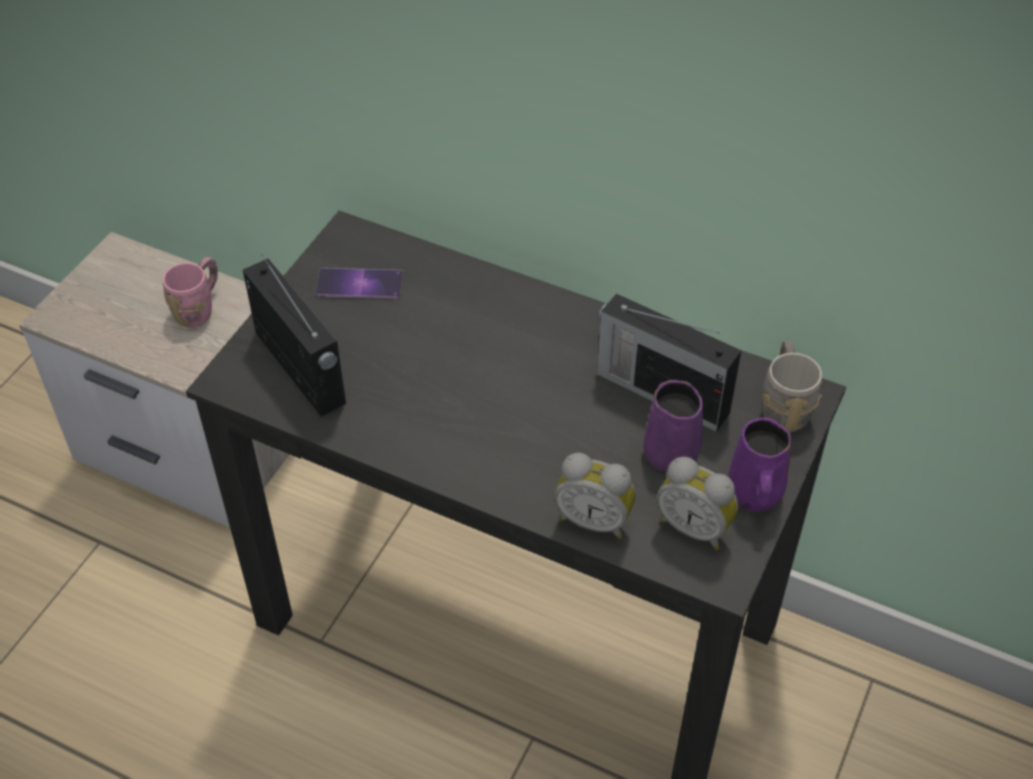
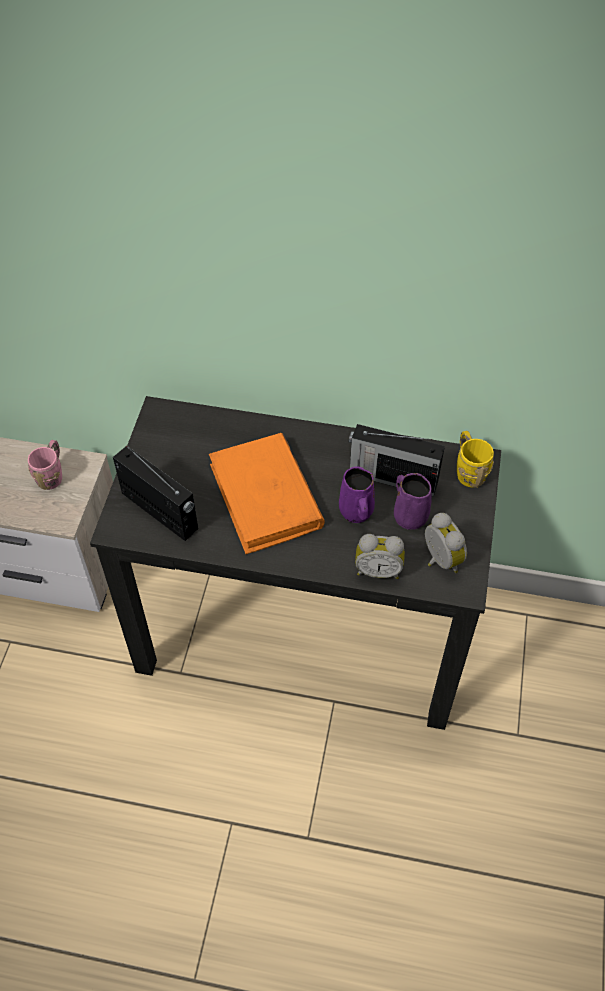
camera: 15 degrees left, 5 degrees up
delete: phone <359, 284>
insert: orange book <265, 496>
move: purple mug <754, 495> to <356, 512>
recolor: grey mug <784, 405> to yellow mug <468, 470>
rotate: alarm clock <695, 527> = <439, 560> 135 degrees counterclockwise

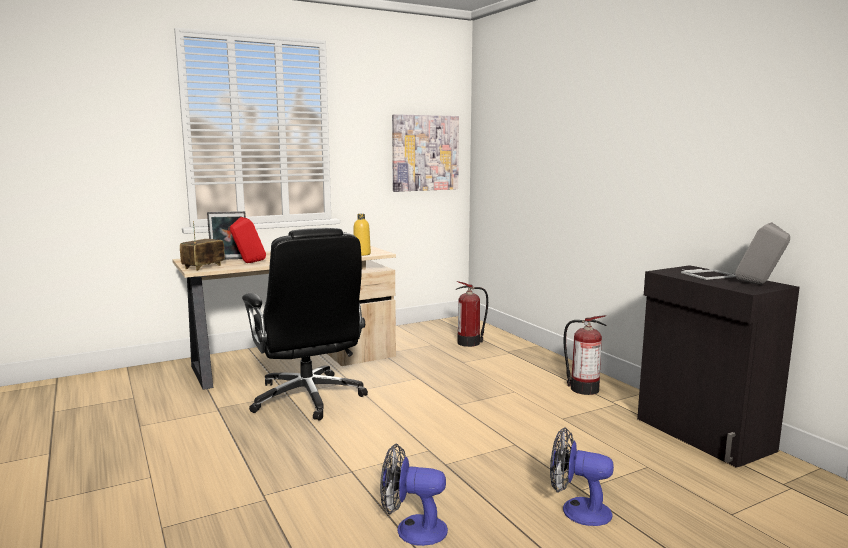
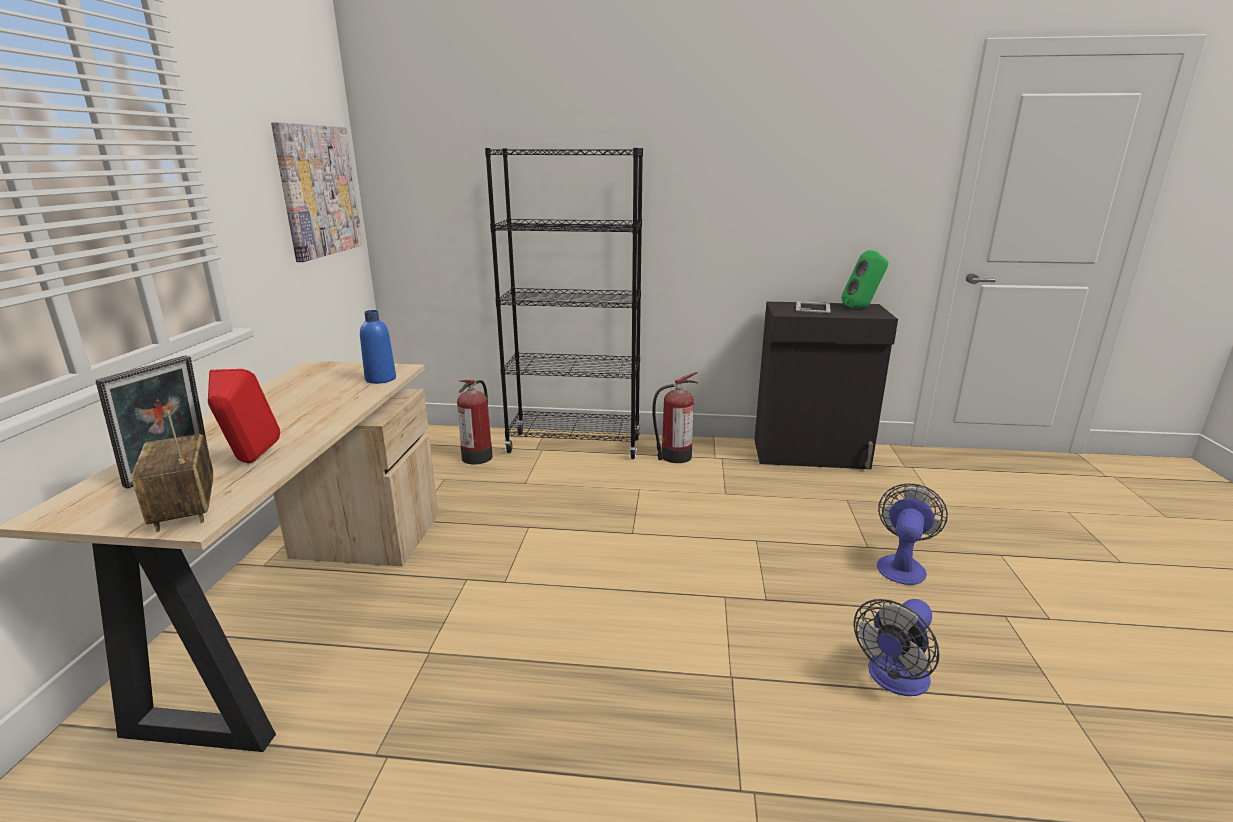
camera: 55 degrees left, 10 degrees up
delete: black office chair <308, 398>
insert: black bookcase <574, 446>
recolor: yellow bottle <362, 254> to blue bottle <380, 379>; grey speaker <759, 284> to green speaker <862, 308>
rotate: fan <577, 510> = <901, 565> 150 degrees clockwise

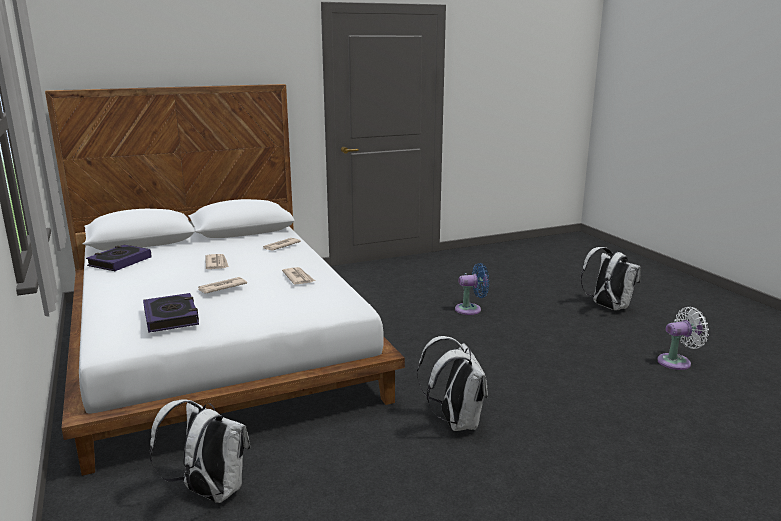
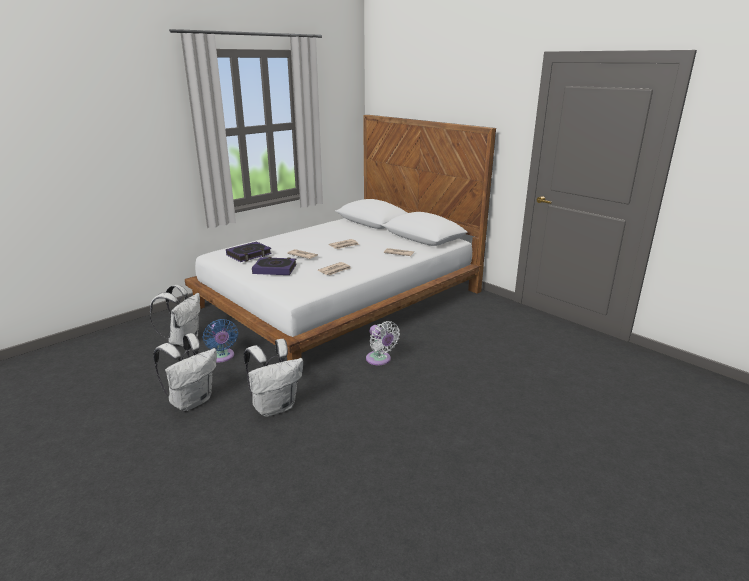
camera: 70 degrees right, 5 degrees up
move: white backpack <607, 307> to <192, 401>; blue fan <471, 309> to <222, 357>; book <119, 262> to <275, 269>; white fan <677, 361> to <380, 360>

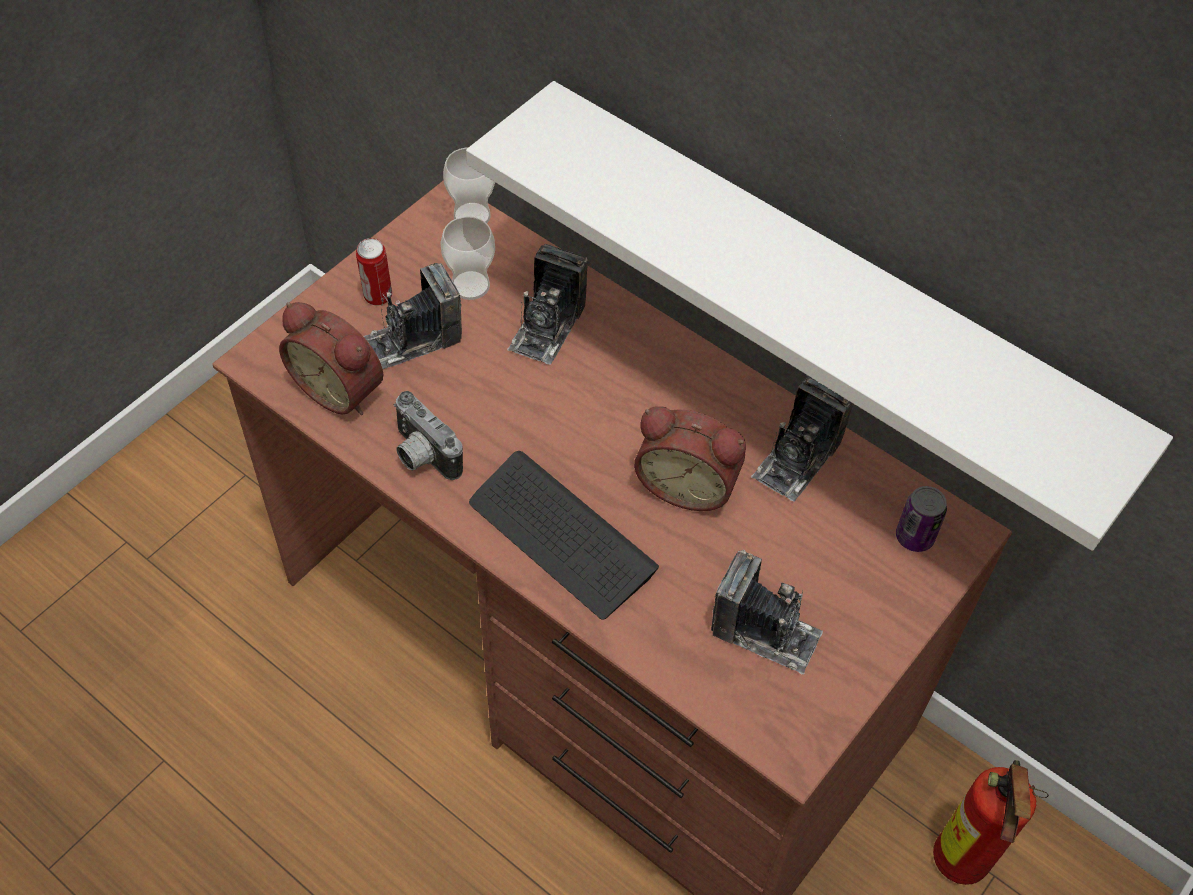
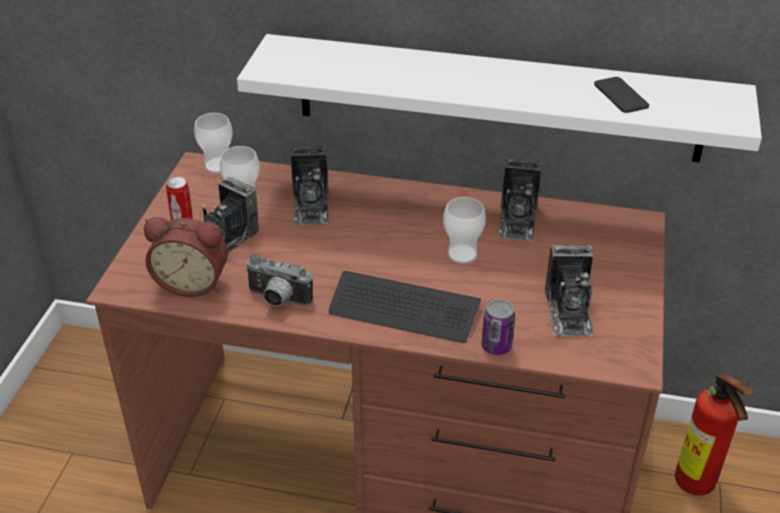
camera: 25 degrees left, 15 degrees down
insert: phone <621, 95>
move: can <914, 537> to <496, 346>
replace: alarm clock <688, 483> to cup <462, 254>
rotate: photo camera <765, 632> = <568, 311> 90 degrees clockwise

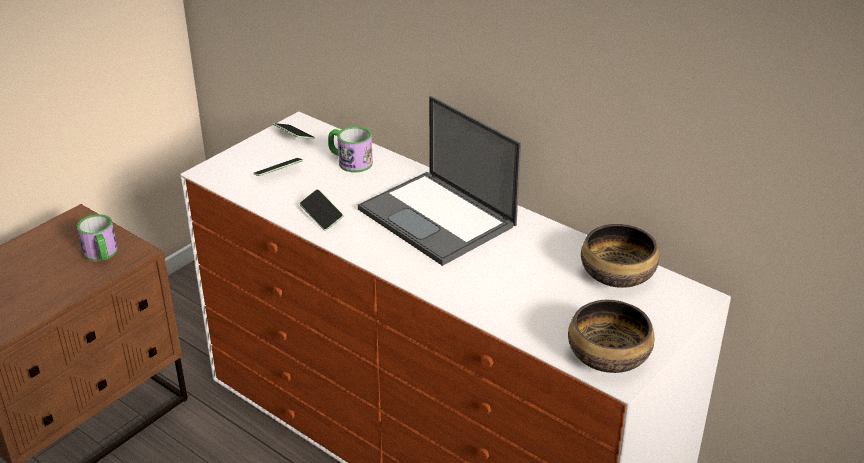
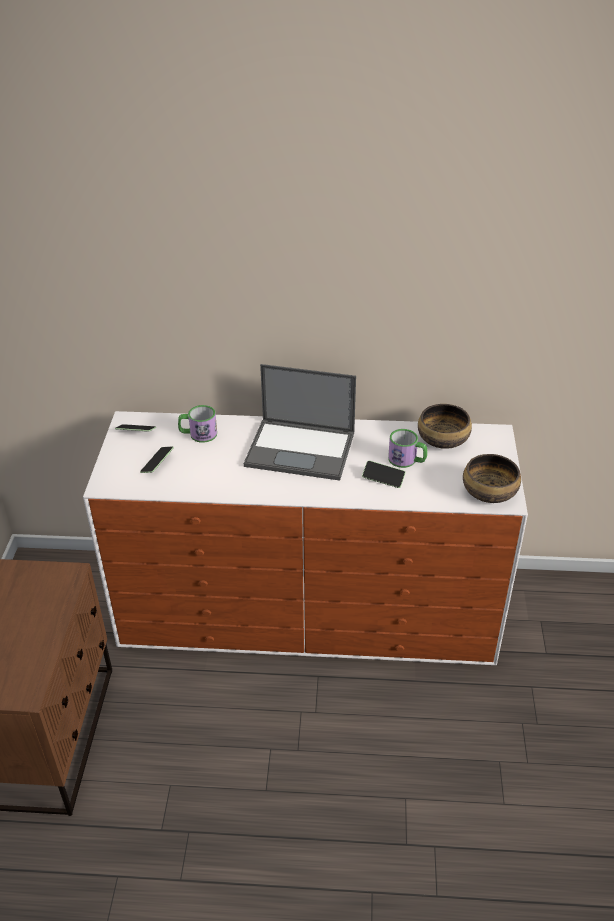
camera: 35 degrees left, 5 degrees up
move: phone <321, 216> to <383, 478>; mug <101, 254> to <407, 460>

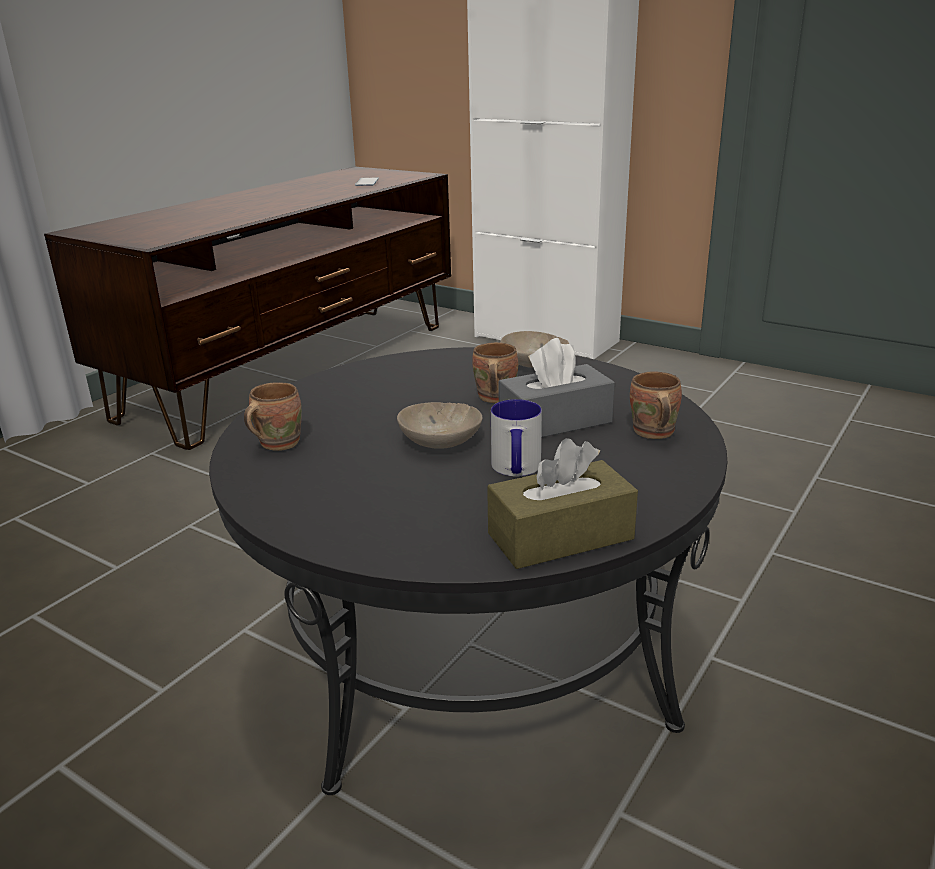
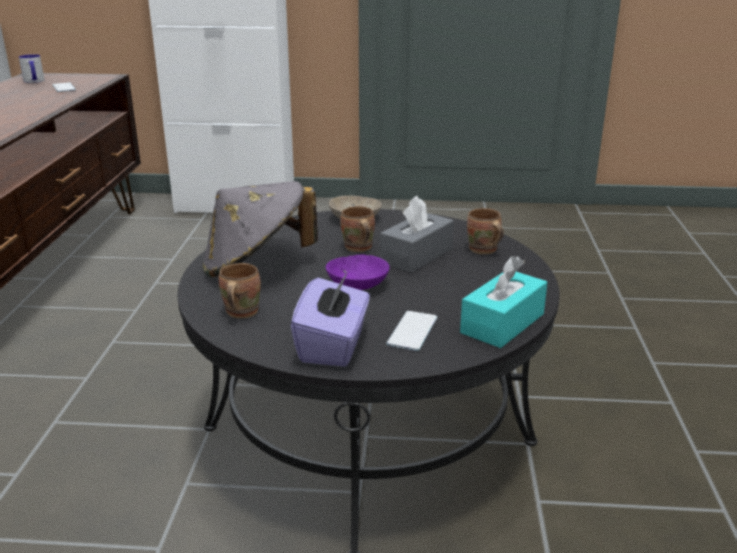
camera: 30 degrees left, 0 degrees up
insert: grey hat <256, 265>; purple tissue box <333, 346>; phone <412, 331>
move: mug <516, 469> to <34, 81>
recolor: beige bowl <439, 442> to purple bowl <357, 285>; brown tissue box <560, 536> to turquoise tissue box <502, 323>

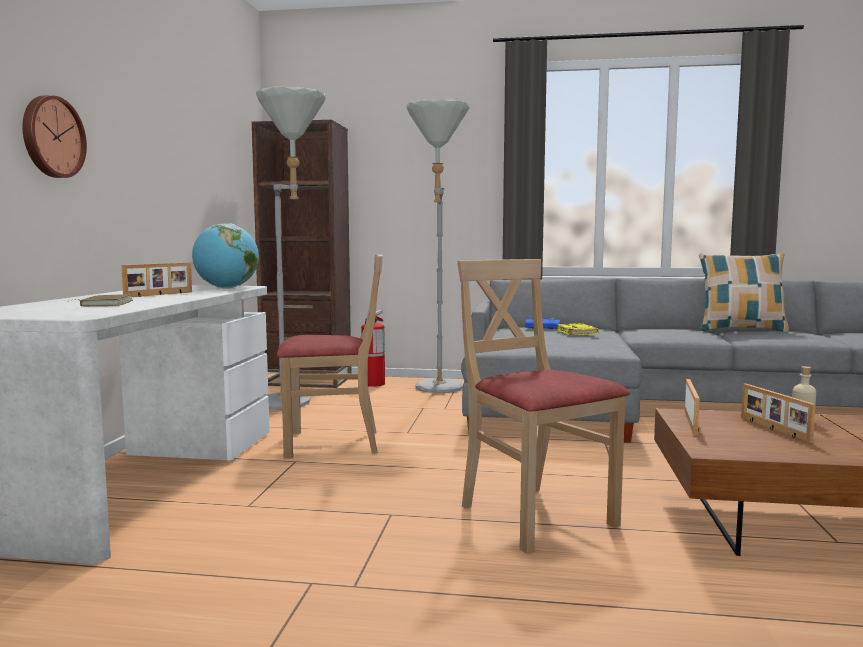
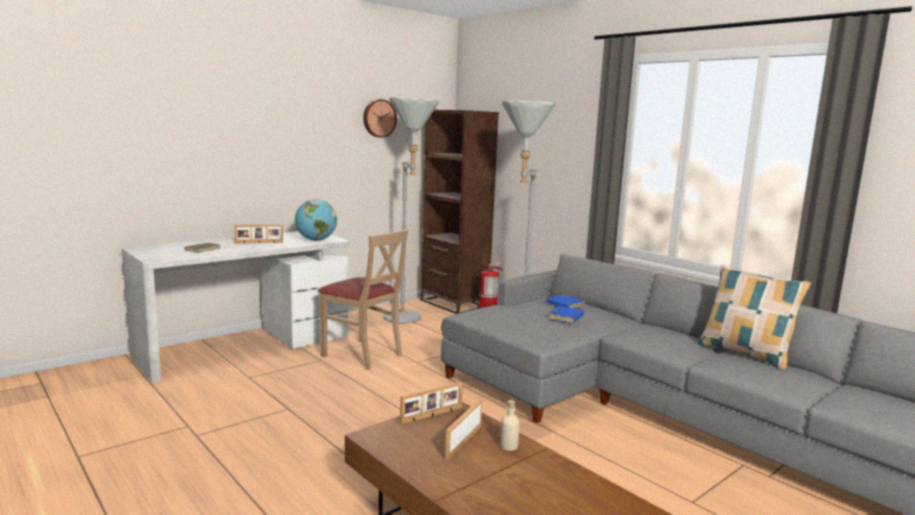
camera: 40 degrees right, 5 degrees up
delete: beige chair <535, 516>
move: wall clock <51, 137> to <379, 118>
recolor: yellow book <577, 333> to blue book <566, 318>

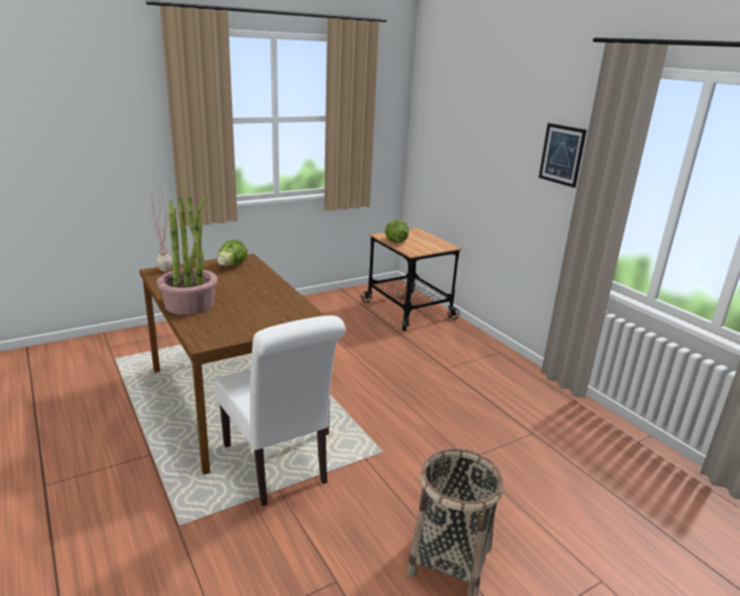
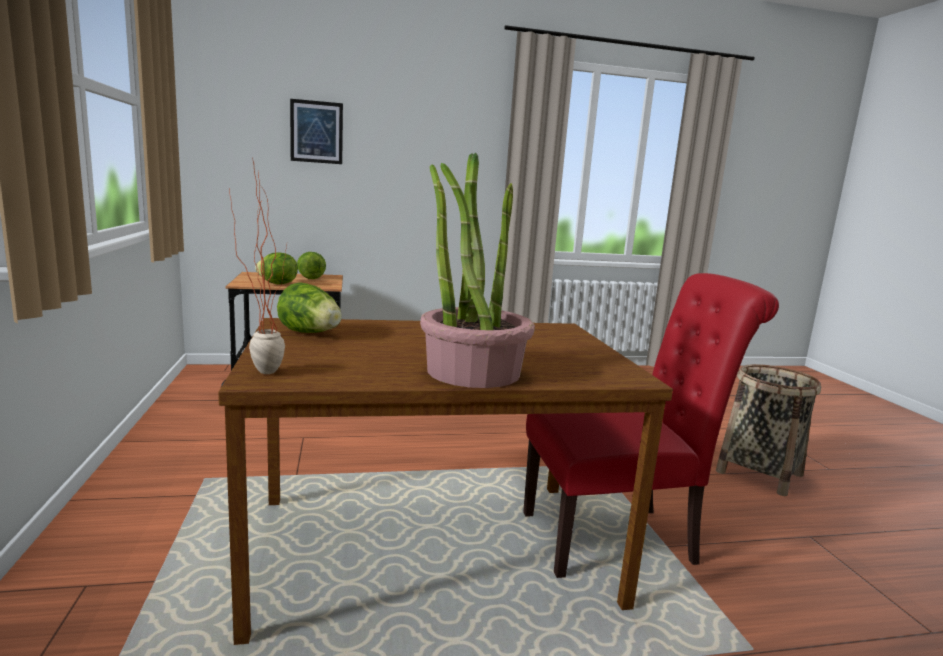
camera: 70 degrees left, 10 degrees down
insert: lettuce <310, 277>
move: picture <561, 154> to <316, 132>
recolor: white chair <278, 467> to red chair <618, 538>

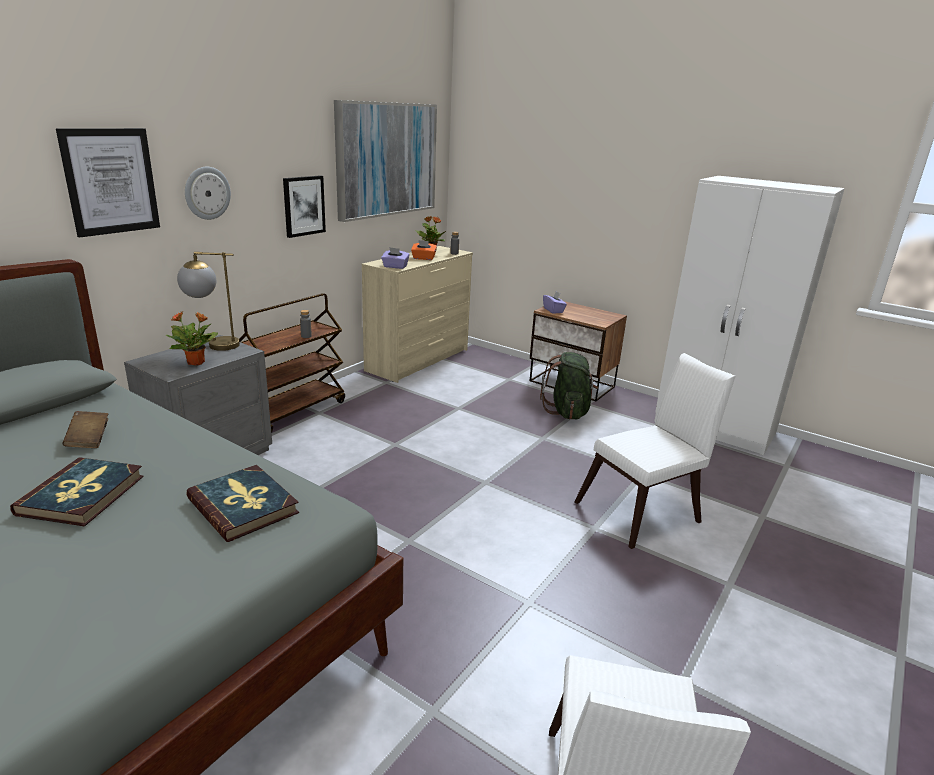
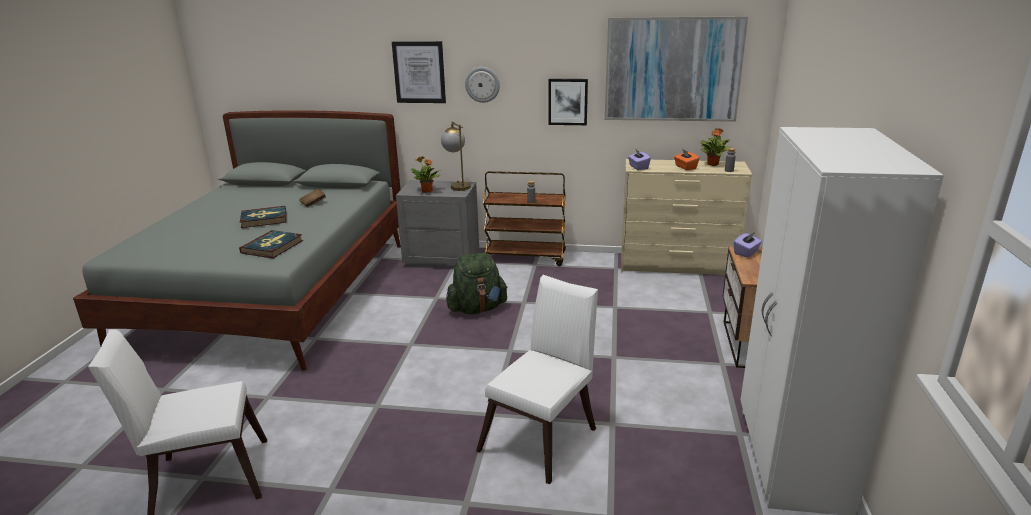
camera: 65 degrees right, 0 degrees up
move: green backpack <567, 411> to <477, 309>
rotate: white chair <644, 511> = <543, 436> 90 degrees counterclockwise

